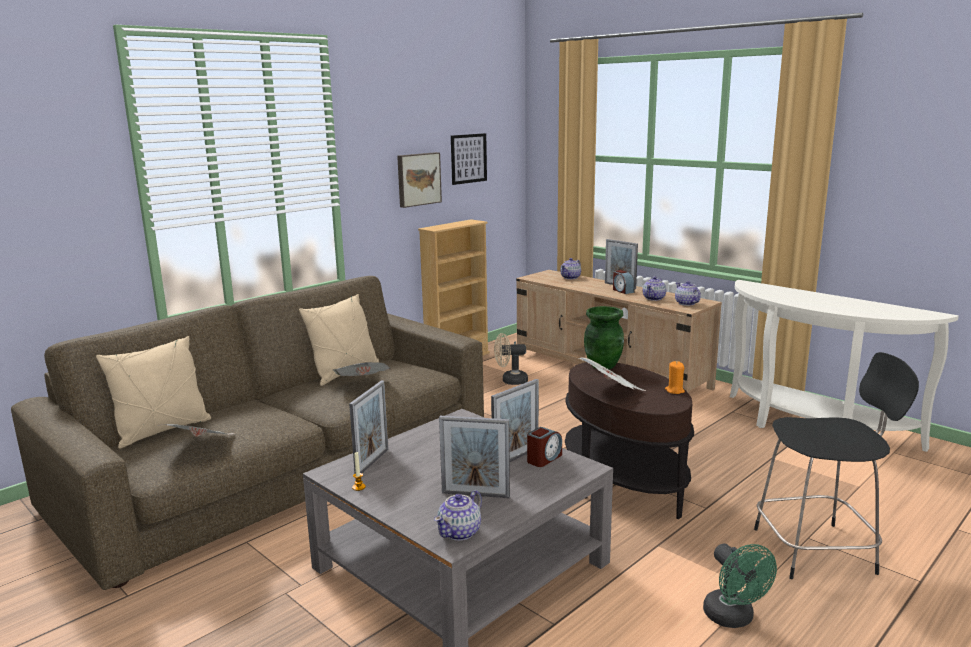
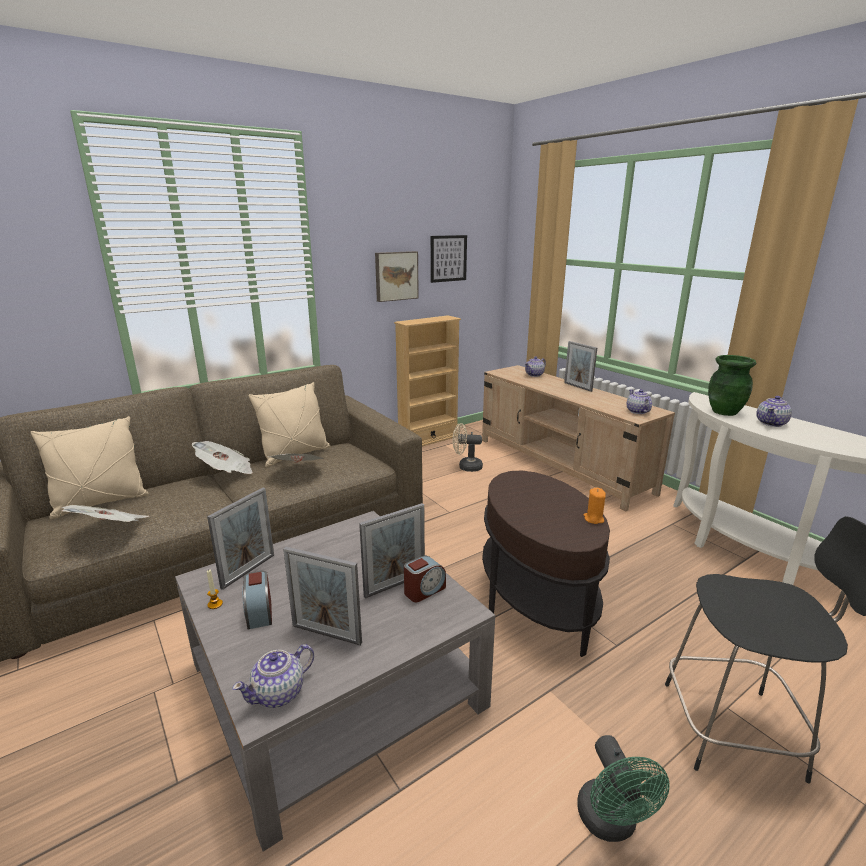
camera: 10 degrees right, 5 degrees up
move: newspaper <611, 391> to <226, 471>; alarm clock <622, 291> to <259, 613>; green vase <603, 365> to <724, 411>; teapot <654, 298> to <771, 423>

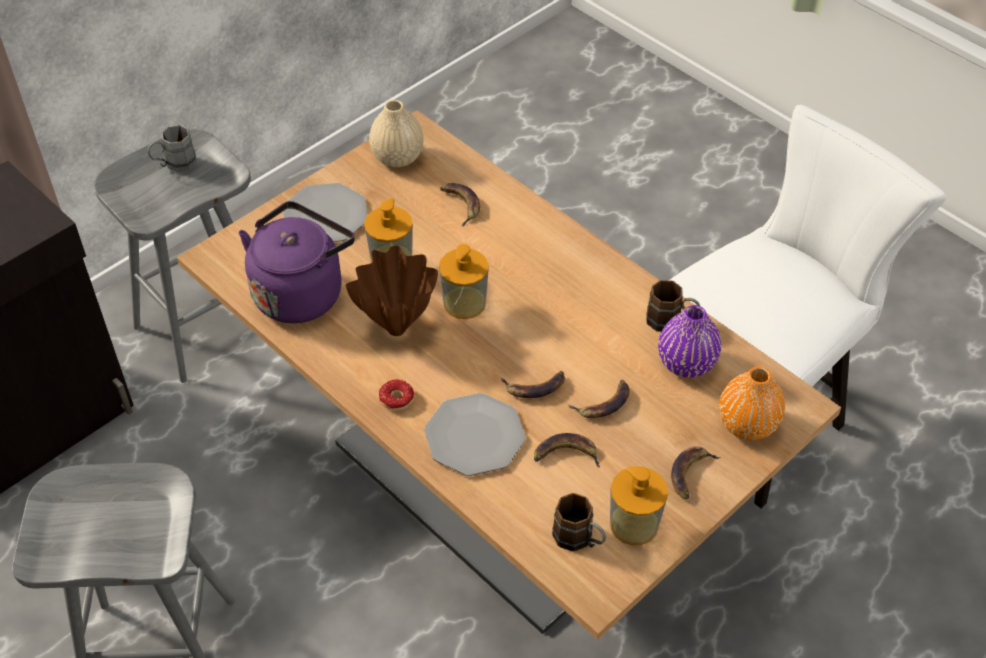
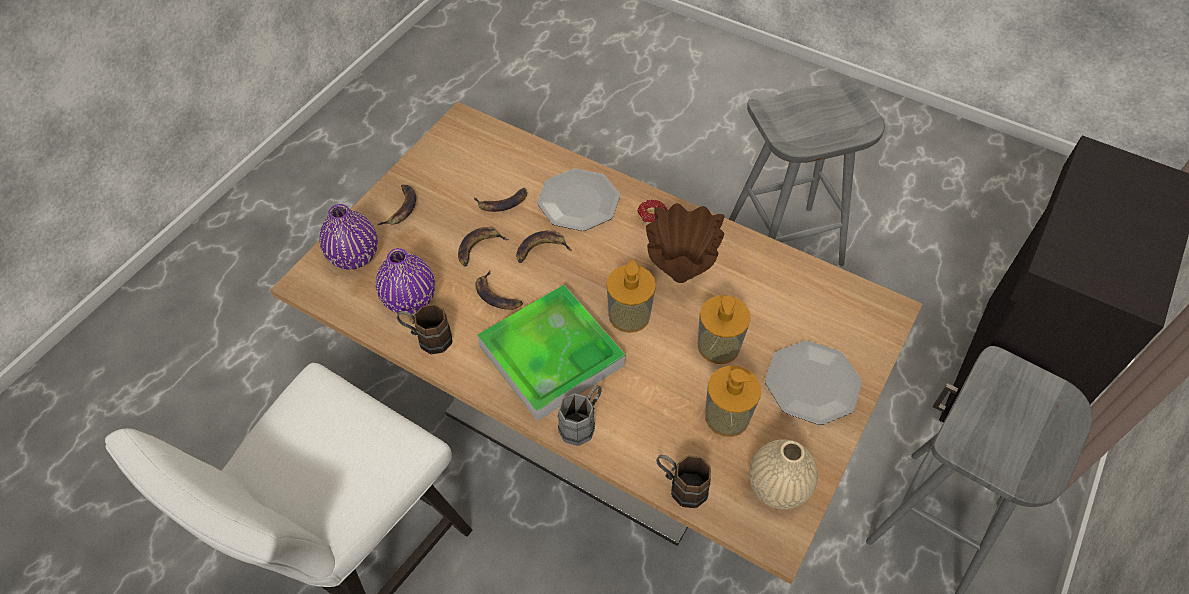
camera: 165 degrees right, 5 degrees up
delete: purple kettle <301, 292>
insert: tray <551, 355>
move: banana <461, 204> to <497, 295>; grey mug <174, 165> to <582, 423>; brown mug <579, 540> to <680, 486>; soap dispenser <634, 524> to <727, 416>
recolor: orange vase <747, 424> to purple vase <354, 256>

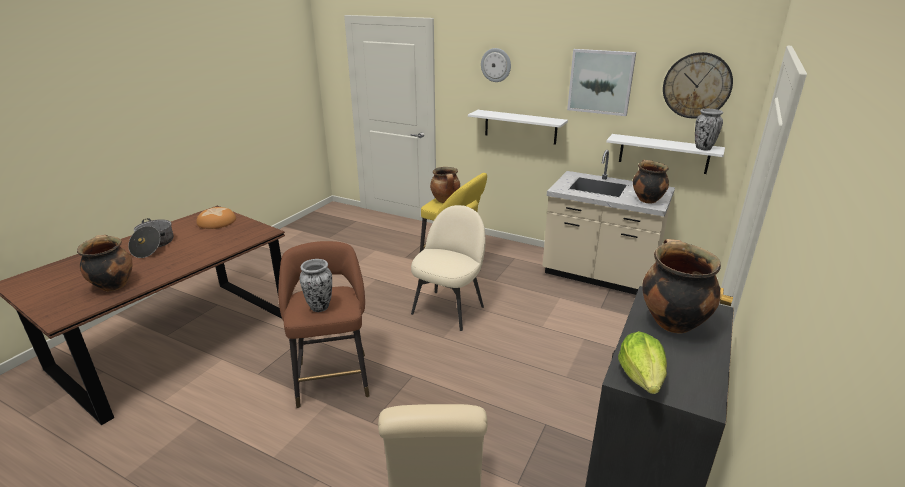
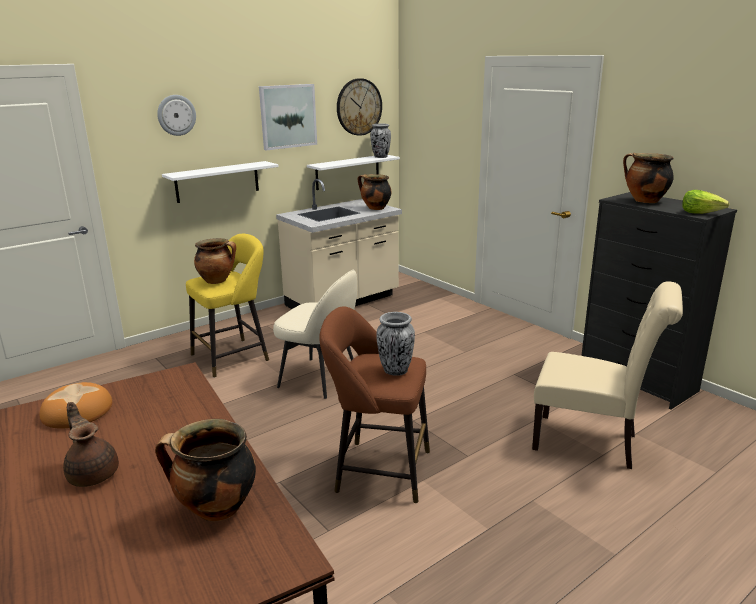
camera: 65 degrees left, 5 degrees down
replace: cooking pot <153, 246> to brown teapot <93, 473>
rotate: beige chair <449, 309> = <320, 378> 150 degrees clockwise

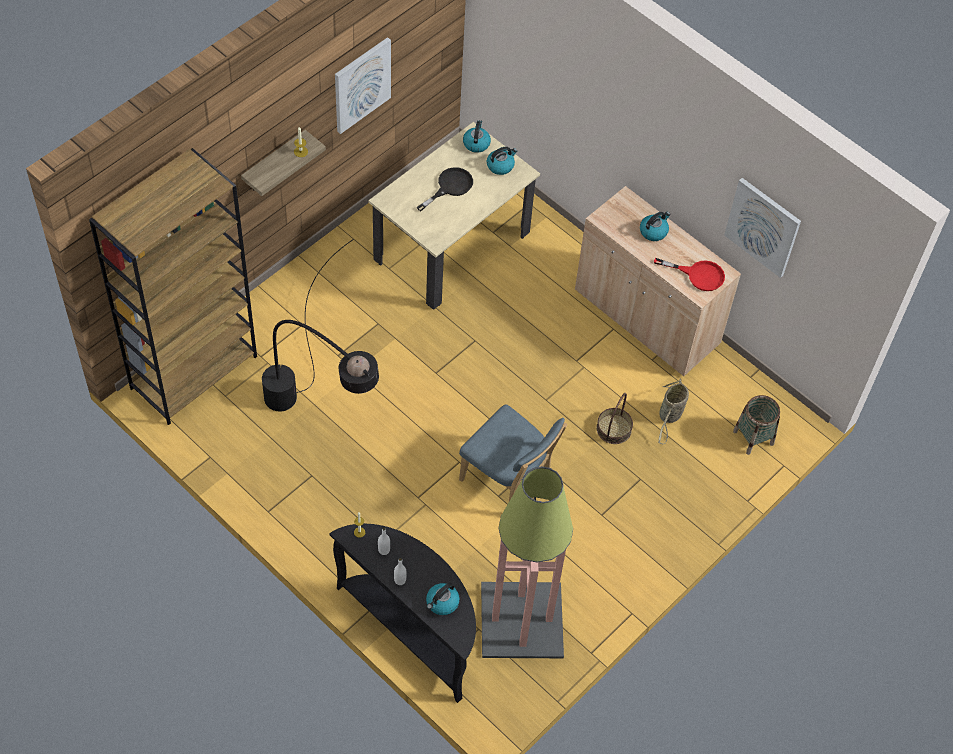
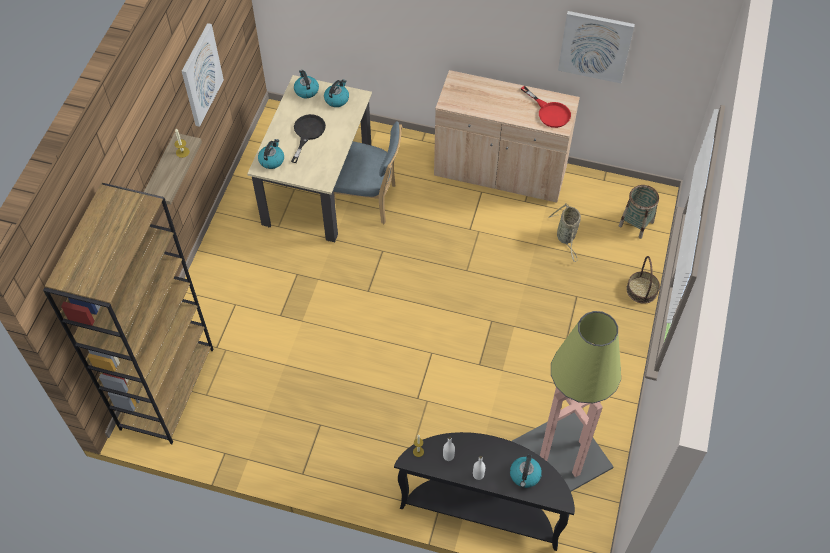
camera: 25 degrees left, 0 degrees up
delete: black floor lamp <320, 411>
move: kettle <653, 231> to <271, 160>; blue chair <508, 481> to <367, 201>; basket <614, 429> to <642, 290>
rotate: red frying pan <698, 275> = <549, 112> 60 degrees clockwise

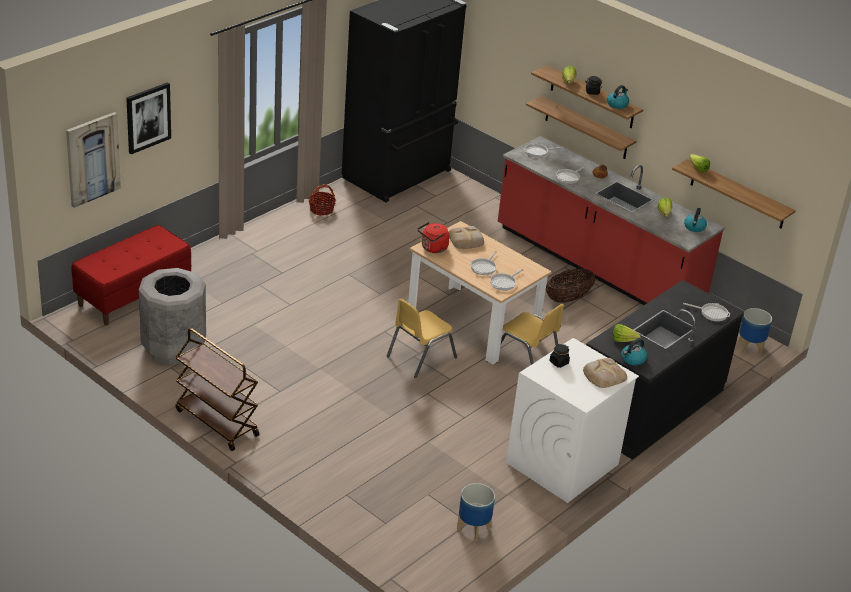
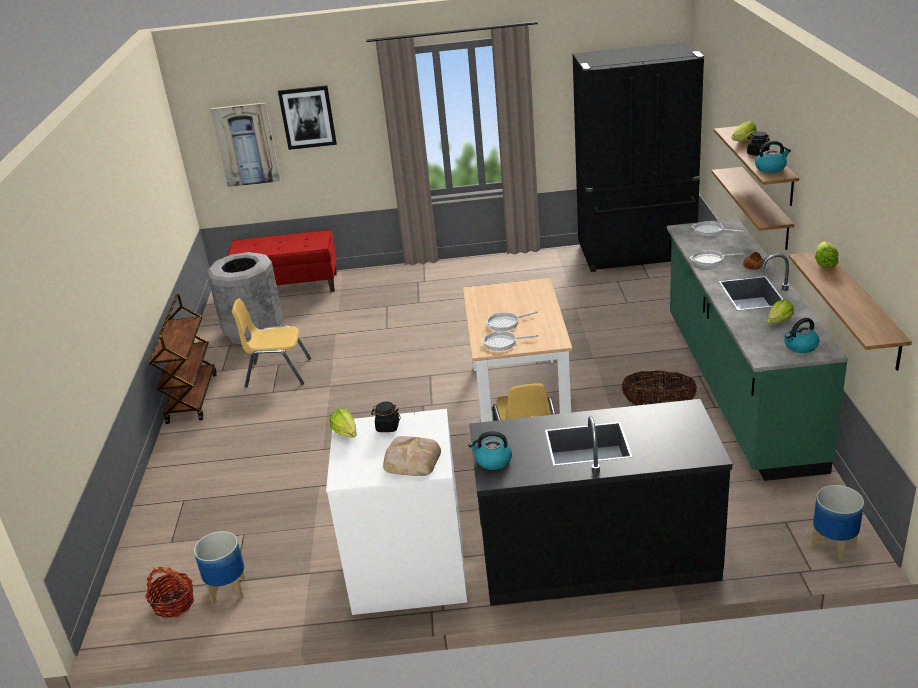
camera: 50 degrees right, 5 degrees down
delete: red kettle <433, 248>; bread <466, 240>; frying pan <711, 313>
move: basket <321, 209> to <174, 604>; yellow chair <420, 357> to <278, 373>; lettuce <625, 341> to <347, 435>
recolor: red counter <597, 267> to green counter <737, 388>

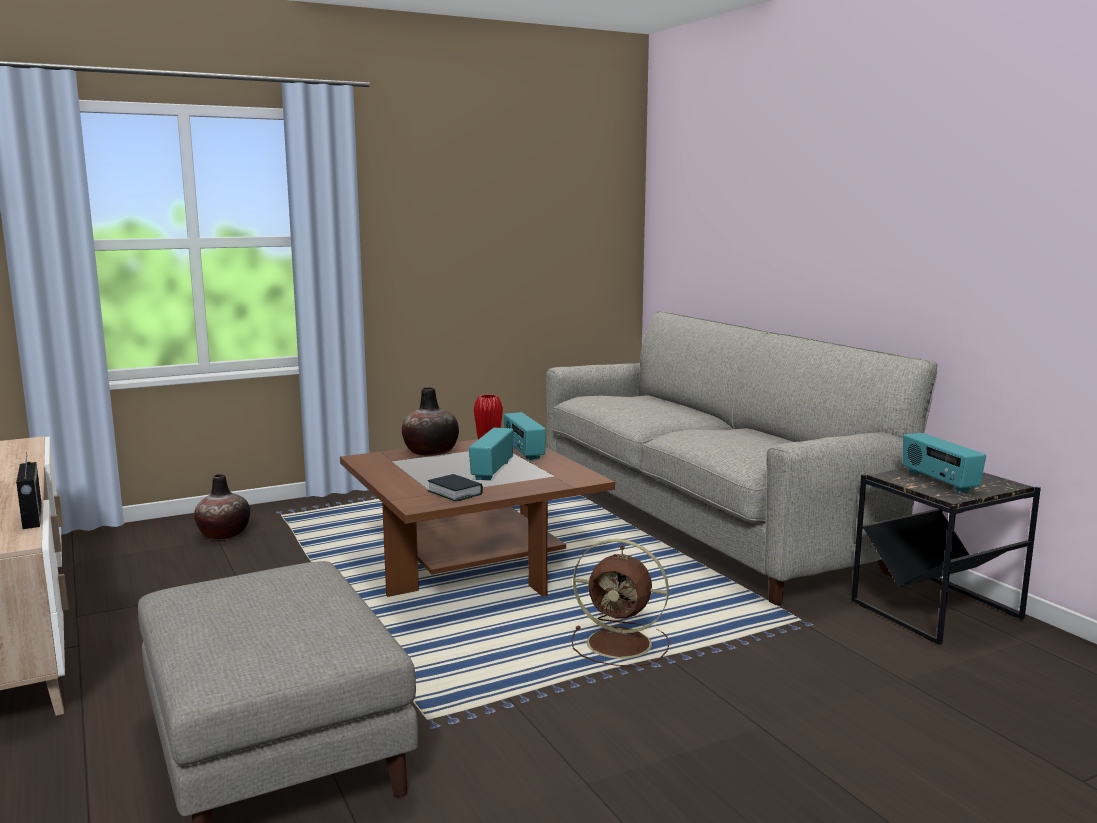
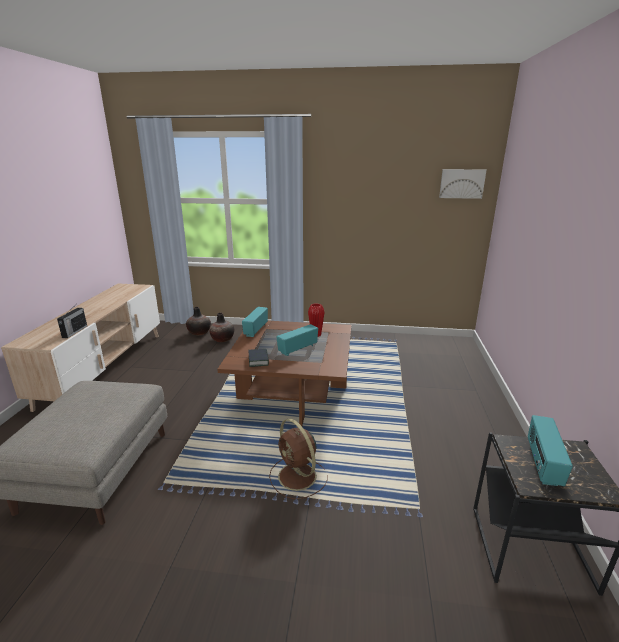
camera: 35 degrees right, 10 degrees up
delete: grey sofa <703, 522>
insert: picture <461, 183>
move: vase <430, 452> to <199, 332>; radio <523, 452> to <255, 330>

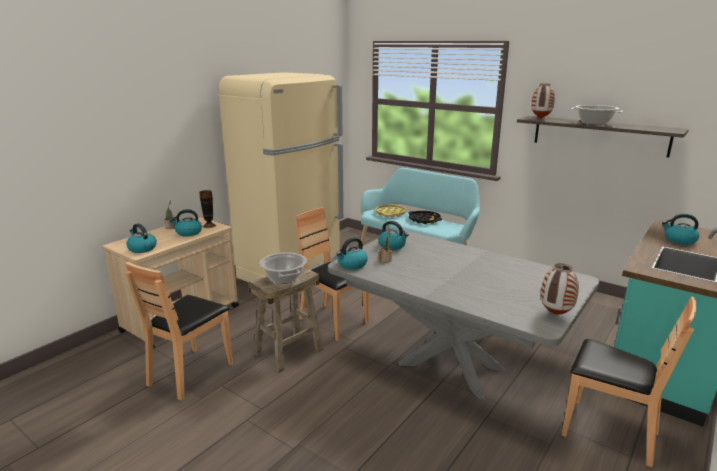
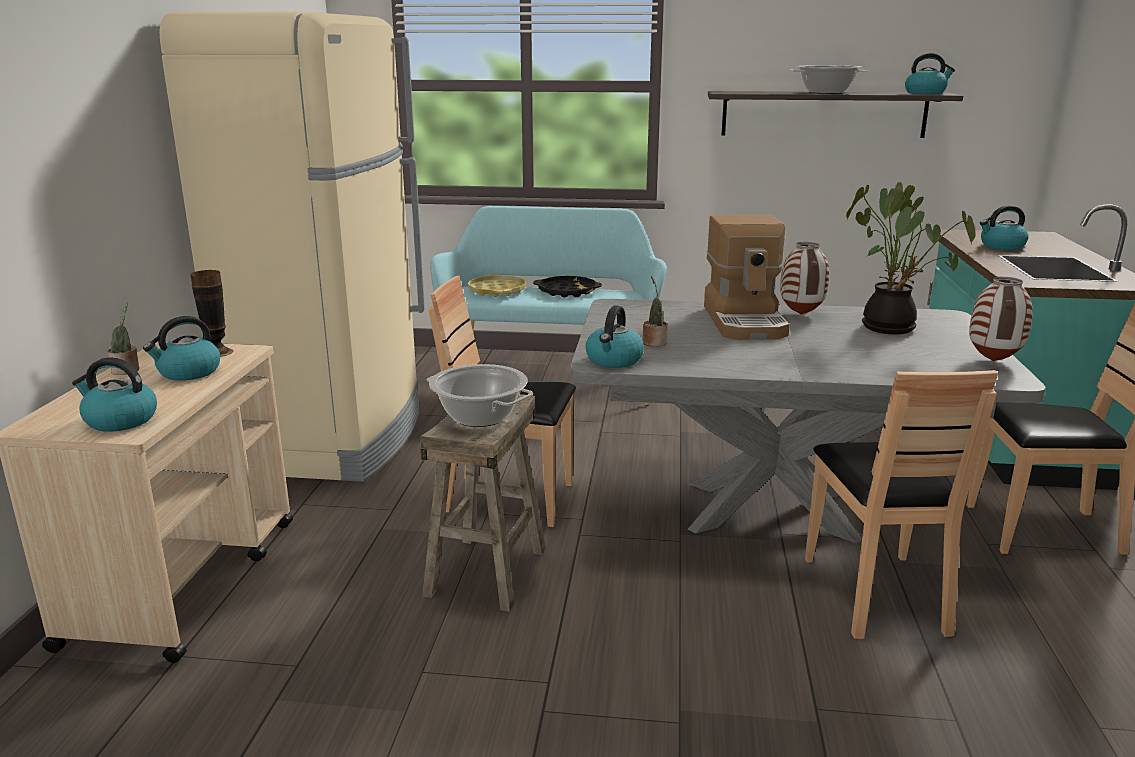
camera: 30 degrees left, 0 degrees up
insert: coffee machine <746, 321>; potted plant <892, 327>
move: vase <541, 118> to <802, 314>; brown chair <190, 373> to <876, 593>; kettle <392, 246> to <925, 93>

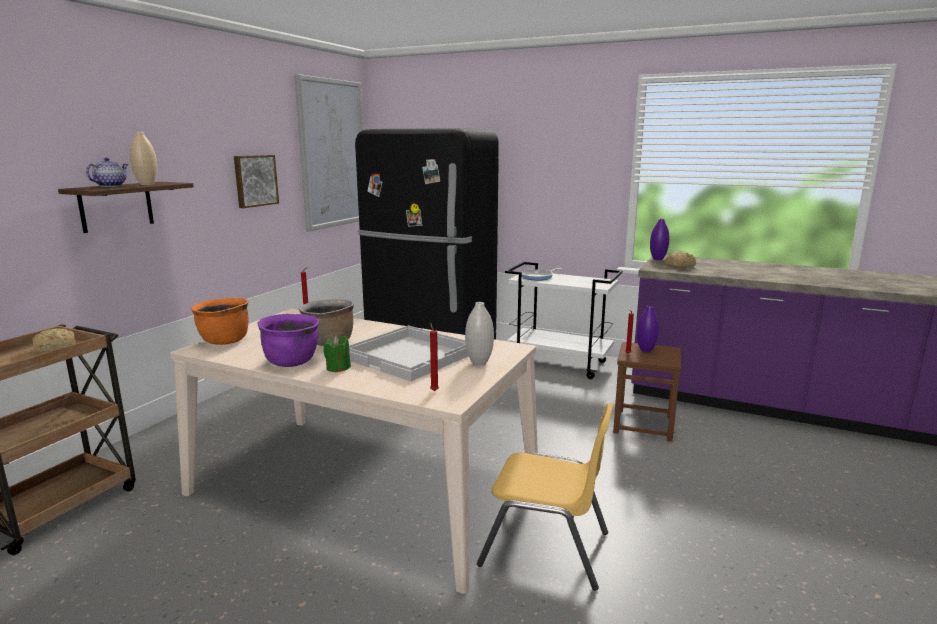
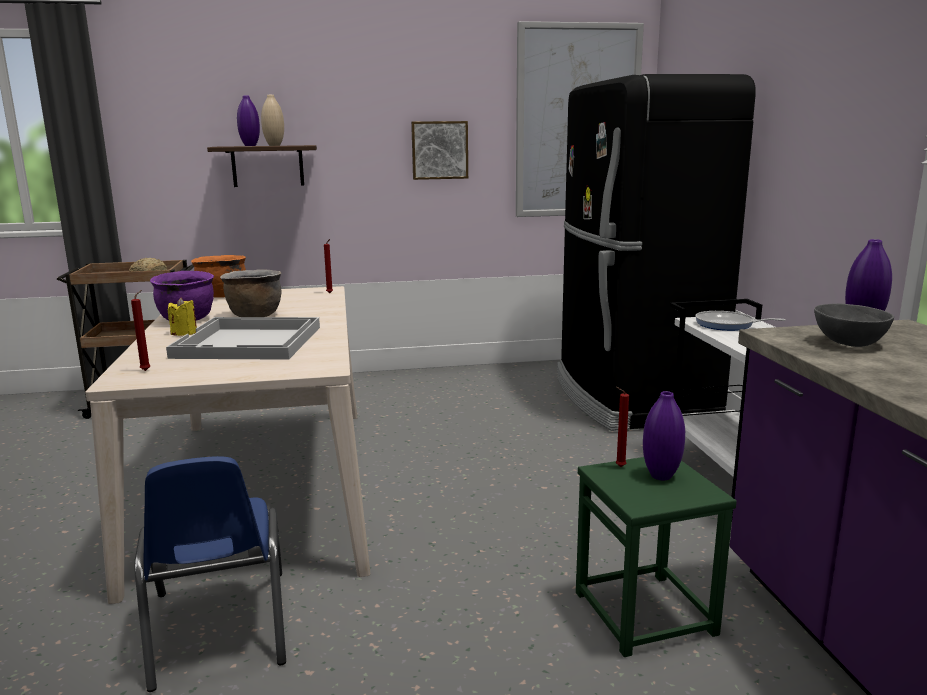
camera: 55 degrees right, 0 degrees up
delete: white vase <479, 363>
replace: teapot <111, 186> to purple vase <250, 145>; bread <679, 266> to grey bowl <848, 342>
recolor: yellow chair <546, 548> to blue chair <219, 628>; green candle <338, 368> to yellow candle <184, 333>; brown stool <643, 425> to green stool <645, 613>

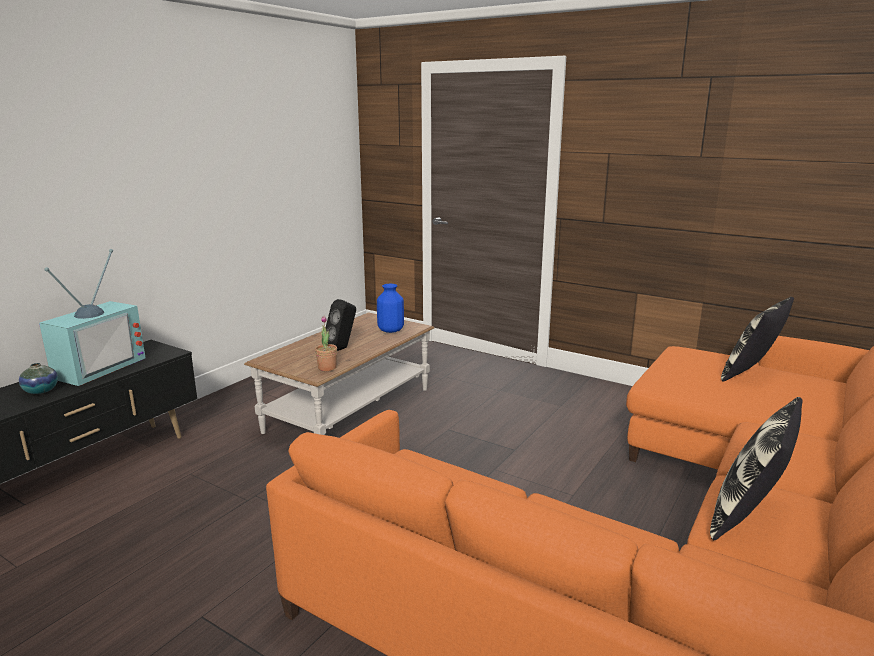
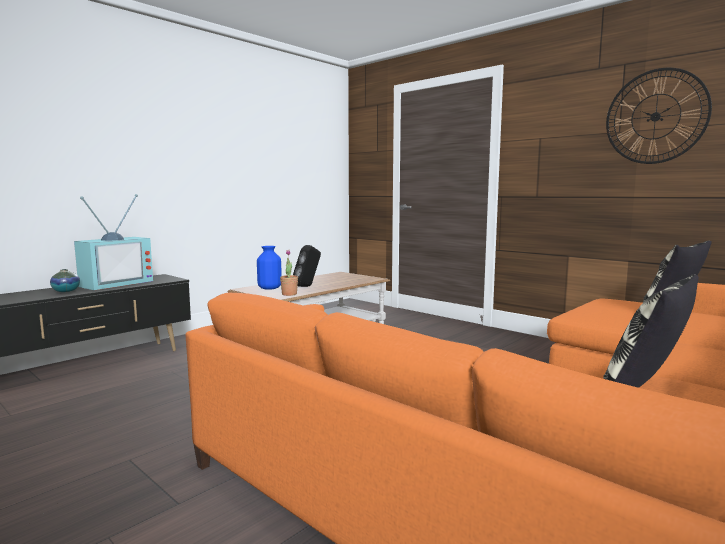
camera: 10 degrees right, 10 degrees down
insert: wall clock <655, 116>
move: blue vase <391, 330> to <269, 288>

